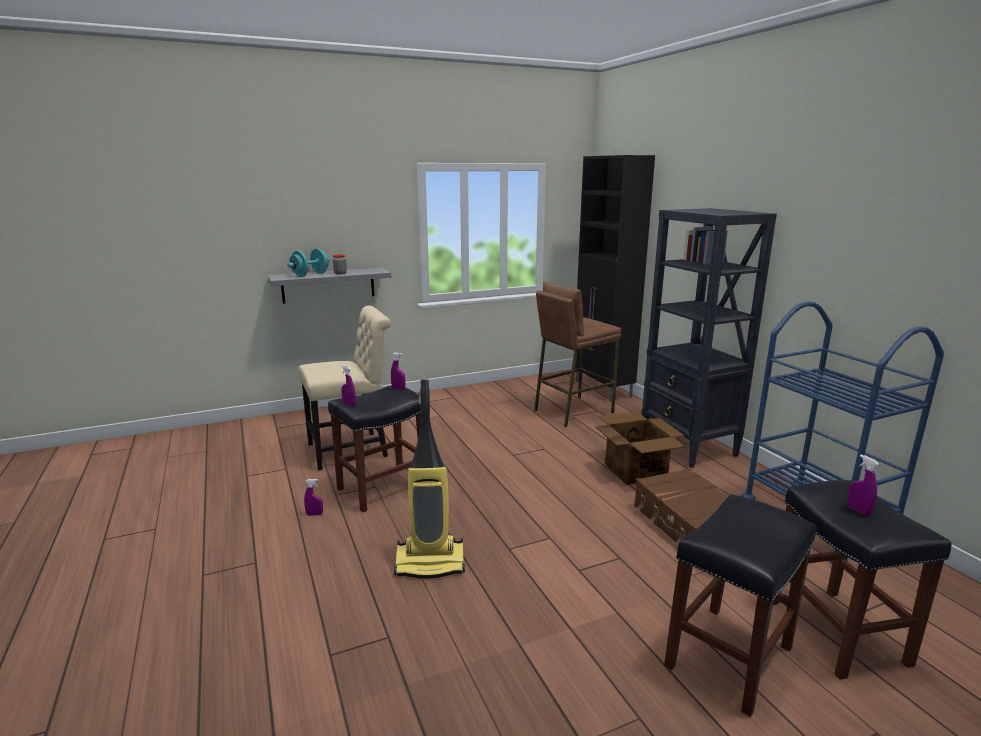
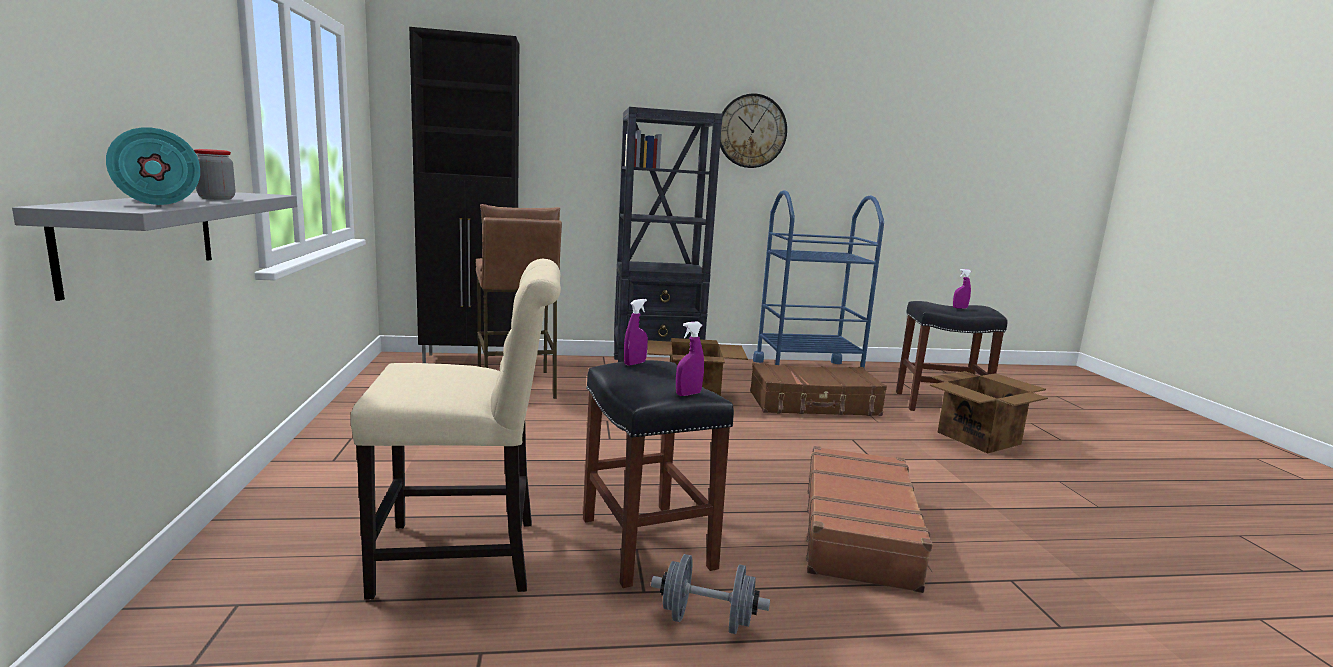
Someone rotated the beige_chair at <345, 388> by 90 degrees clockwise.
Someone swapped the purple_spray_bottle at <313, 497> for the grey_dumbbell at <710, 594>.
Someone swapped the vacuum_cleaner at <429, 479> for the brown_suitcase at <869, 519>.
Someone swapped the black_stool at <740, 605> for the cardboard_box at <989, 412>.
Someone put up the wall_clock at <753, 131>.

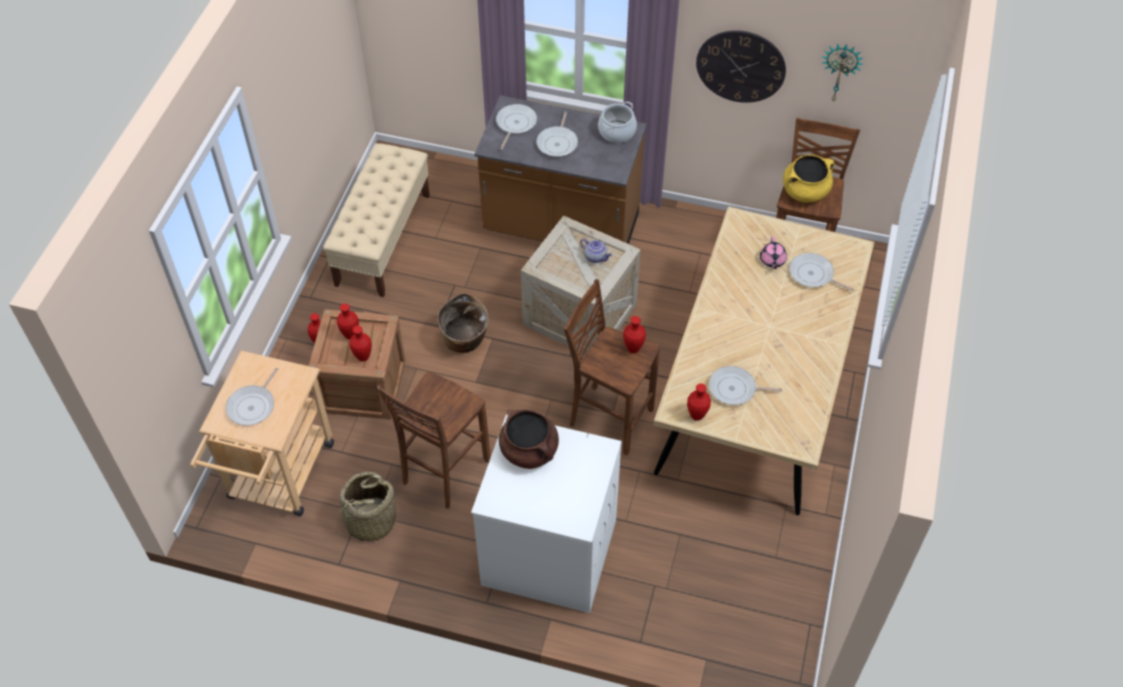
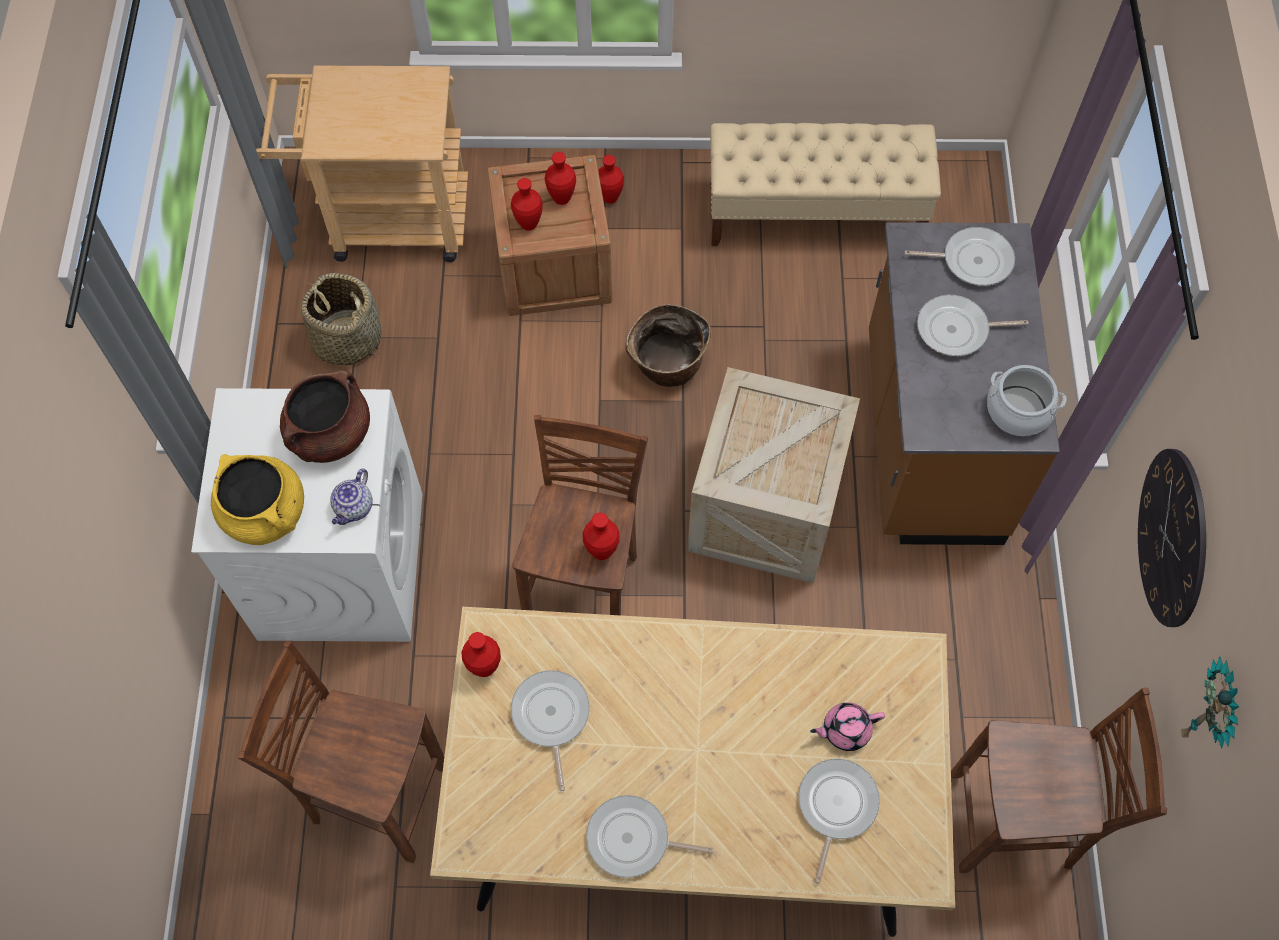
Someone carried the frying_pan from <252, 397> to <649, 836>.
Someone carried the brown_stool from <433, 440> to <340, 751>.
Someone carried the teapot from <596, 250> to <351, 497>.
Someone carried the yellow_cooking_pot from <808, 178> to <257, 499>.

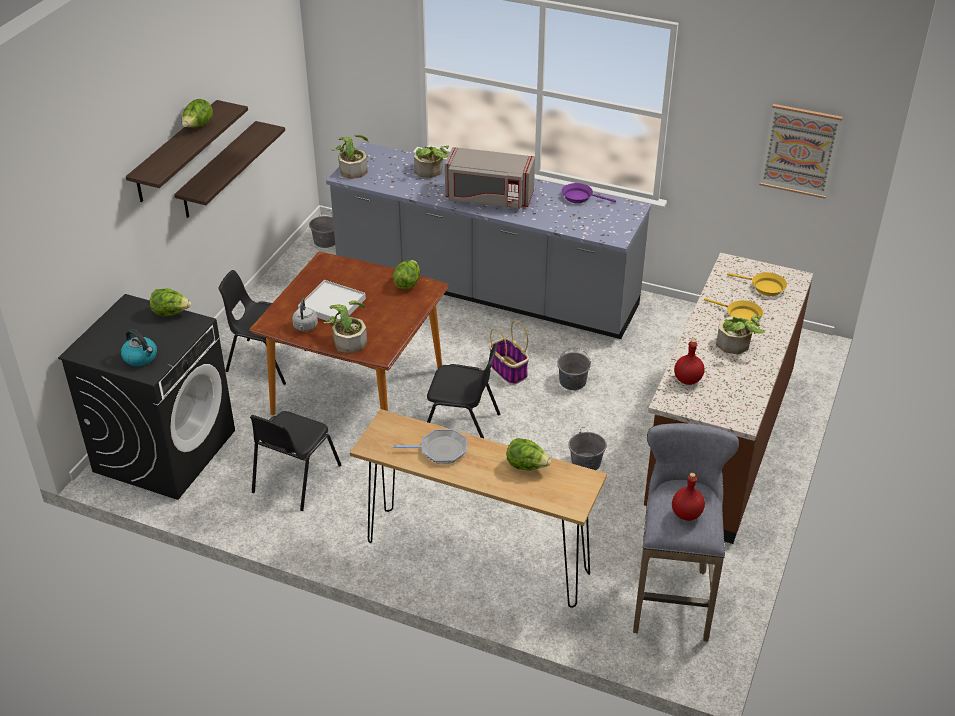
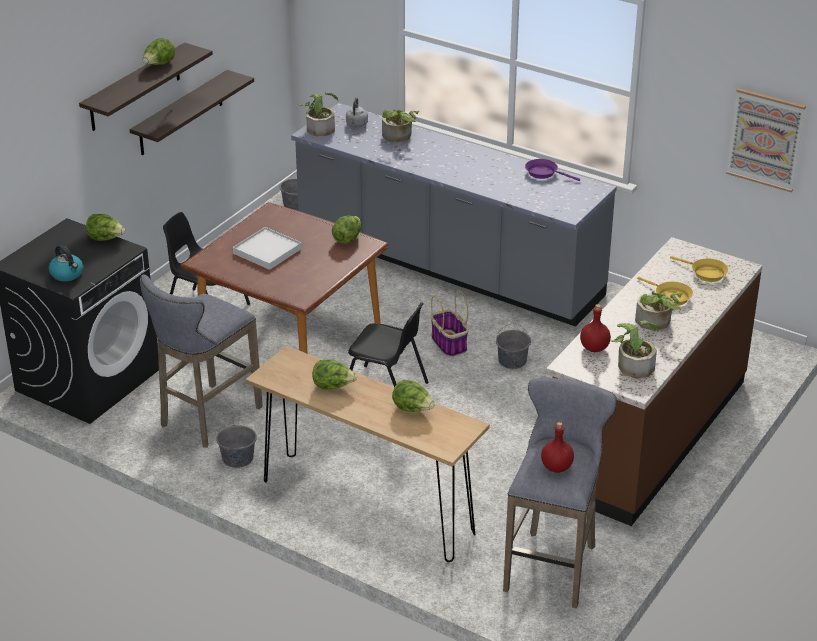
Someone swapped the black_chair at <295, 461> for the grey_stool at <201, 361>.
Someone carried the grey_kettle from <305, 314> to <357, 112>.
Someone carried the potted_plant from <345, 327> to <634, 349>.
Someone swapped the frying_pan at <430, 446> for the lettuce at <334, 375>.
Someone took away the grey_microwave at <490, 178>.
Someone carried the grey_bucket from <587, 448> to <236, 443>.

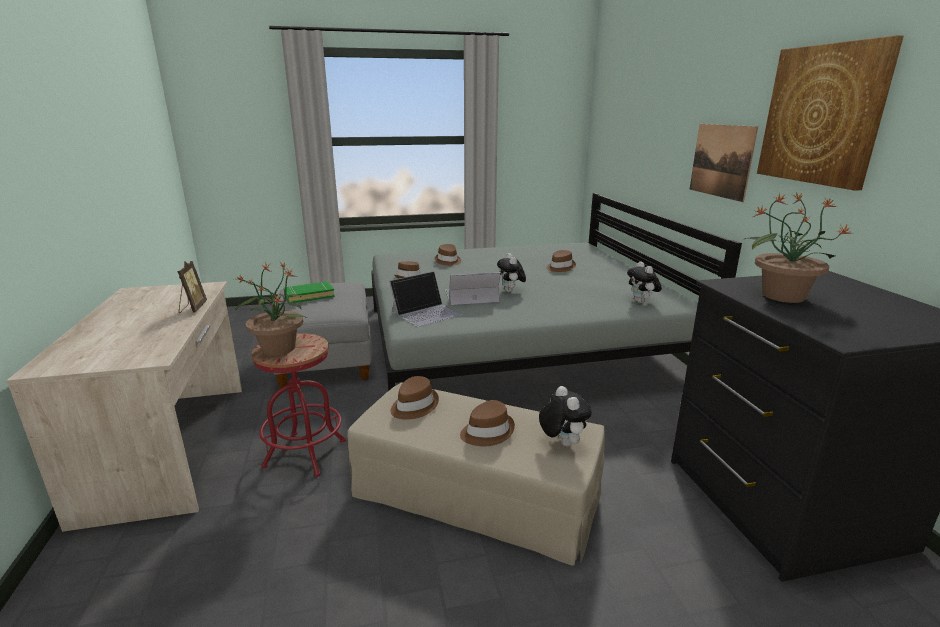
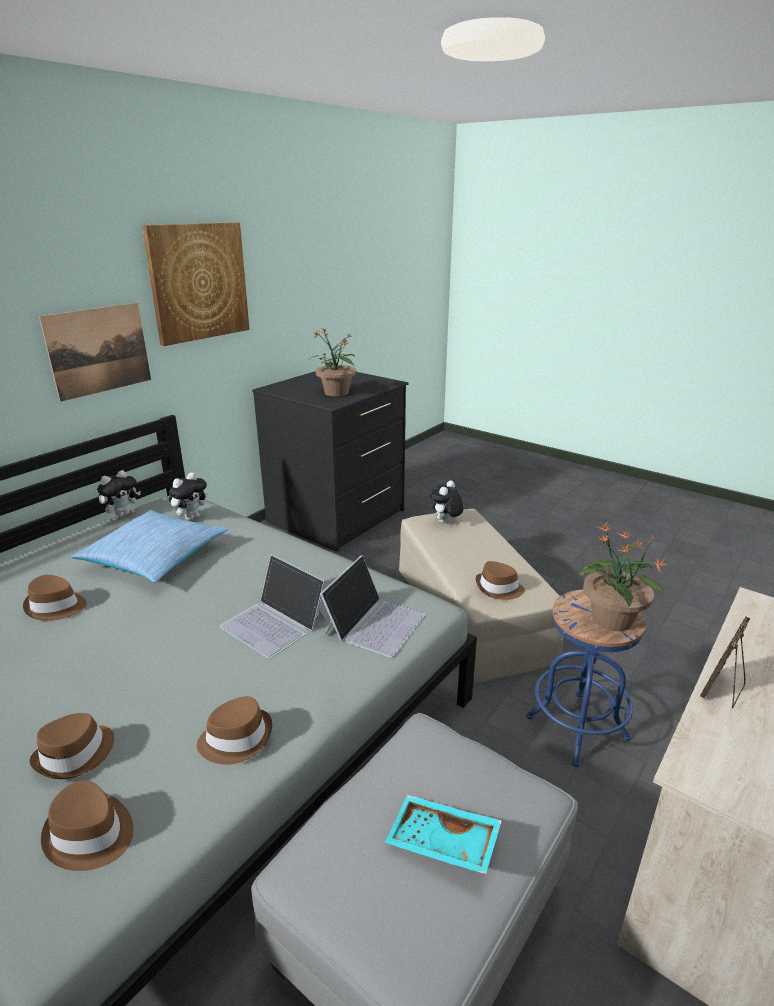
Someone repainted the red_stool at <299, 405>, which became the blue_stool at <586, 678>.
Someone swapped the green_book at <309, 292> for the turquoise_tray at <443, 834>.
Someone rotated the laptop at <425, 299> by 105 degrees clockwise.
Someone carried the brown_hat from <487, 423> to <87, 825>.
Someone carried the plush_toy from <511, 272> to <119, 493>.
Someone put down the pillow at <150, 546>.

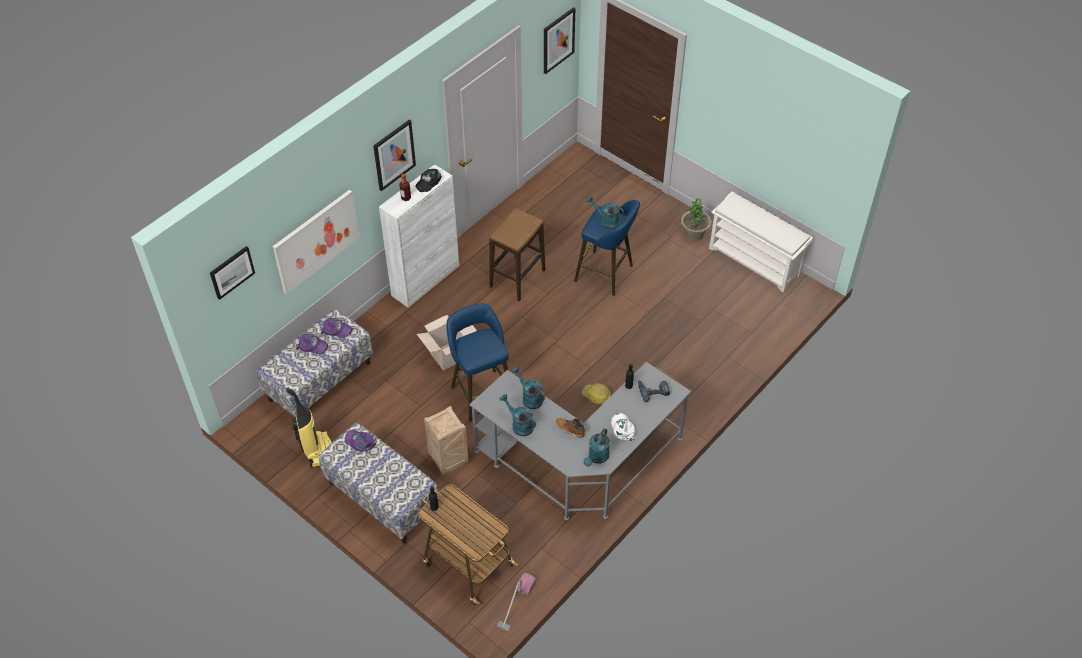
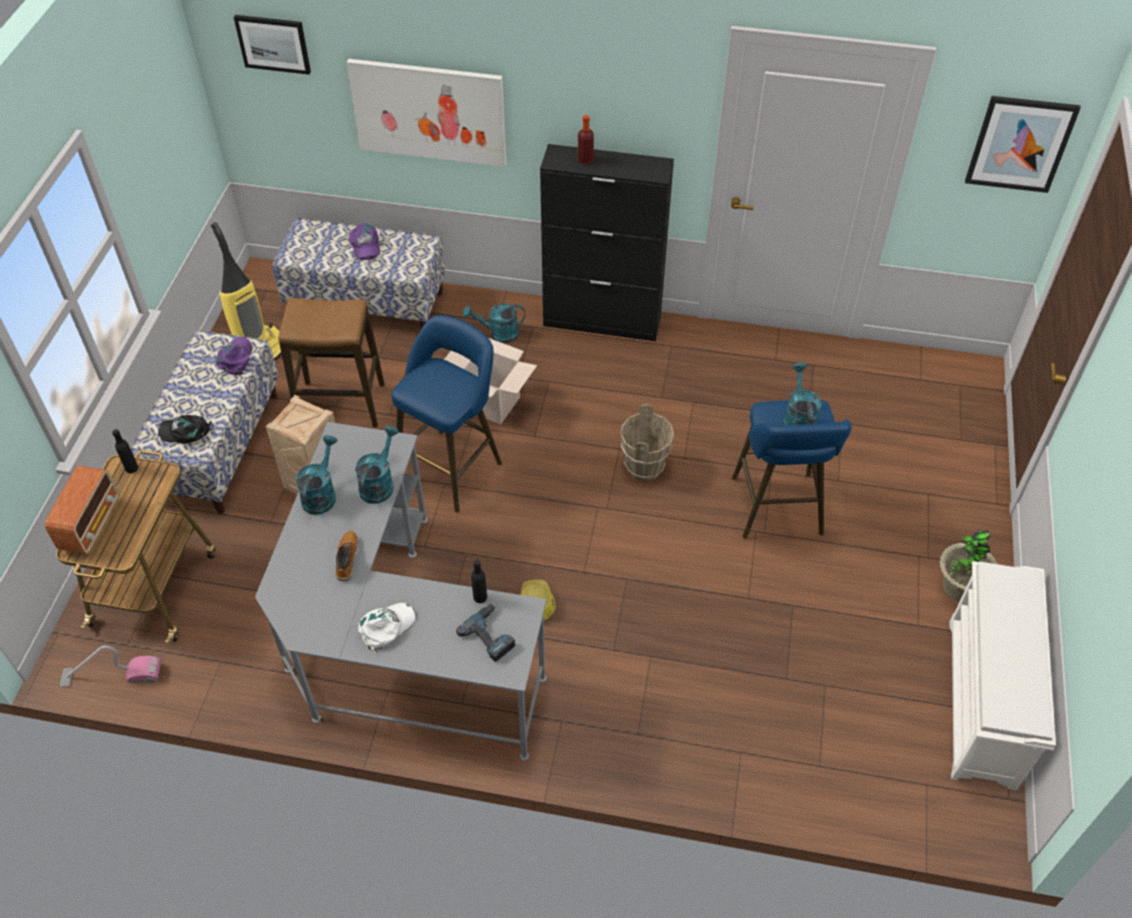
Someone took away the purple_cap at <337, 328>.
Someone took away the picture at <394, 155>.
Someone repainted the white_cabinet at <419, 236>, which became the black_cabinet at <607, 242>.
Someone carried the black_cap from <428, 180> to <184, 429>.
Someone carried the stool from <517, 254> to <331, 362>.
Someone carried the turquoise_watering_can from <596, 447> to <494, 323>.
Someone put down the radio at <81, 510>.
Someone put down the brown_bucket at <647, 442>.

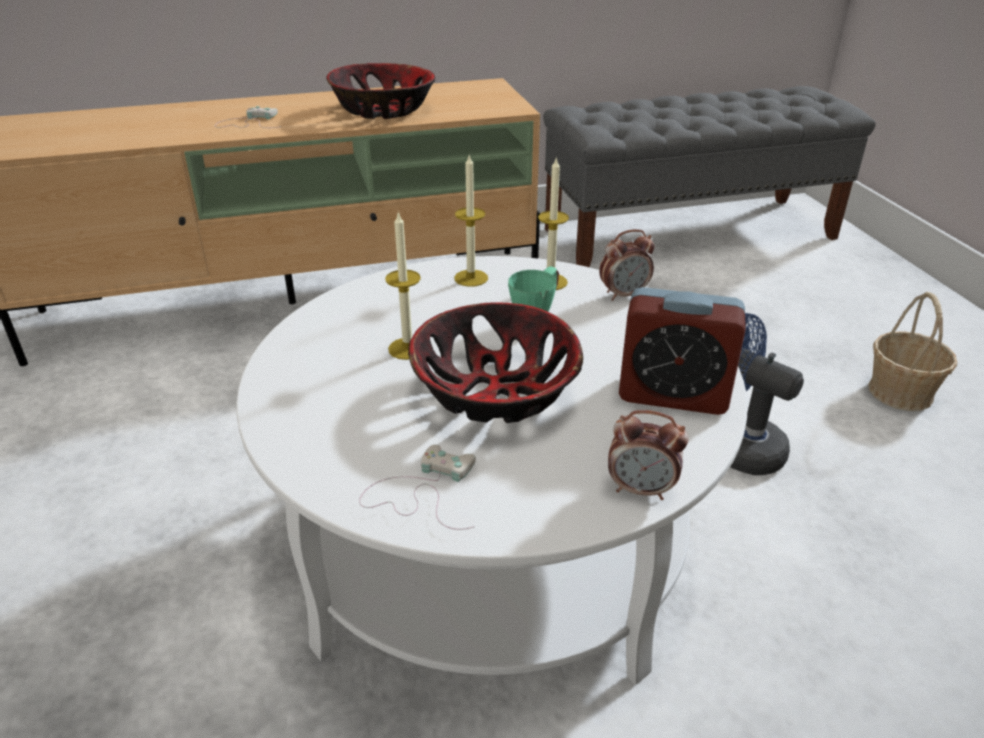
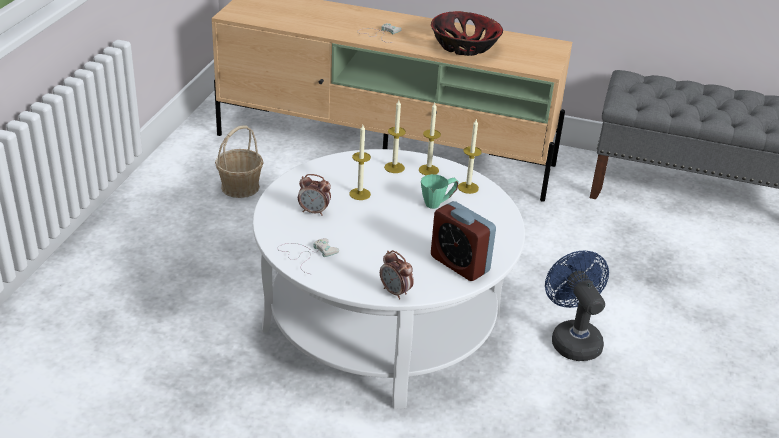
Someone took away the bowl at <495, 362>.
Someone carried the alarm_clock from <627, 265> to <314, 195>.
Someone carried the basket from <913, 351> to <239, 162>.
Someone put down the candle at <395, 136>.

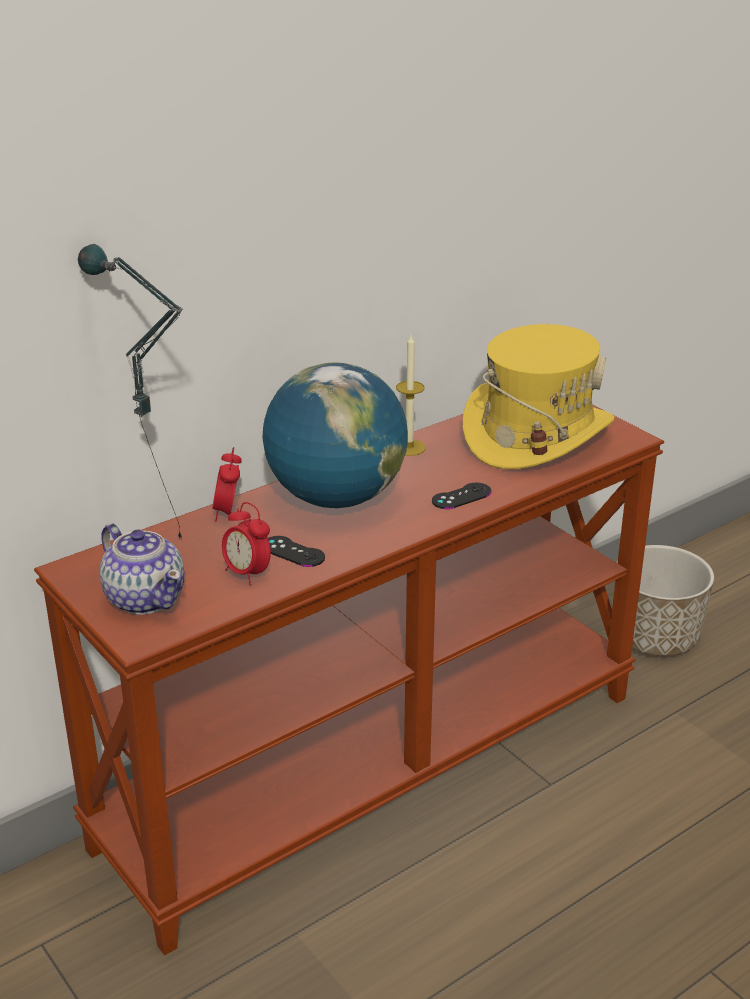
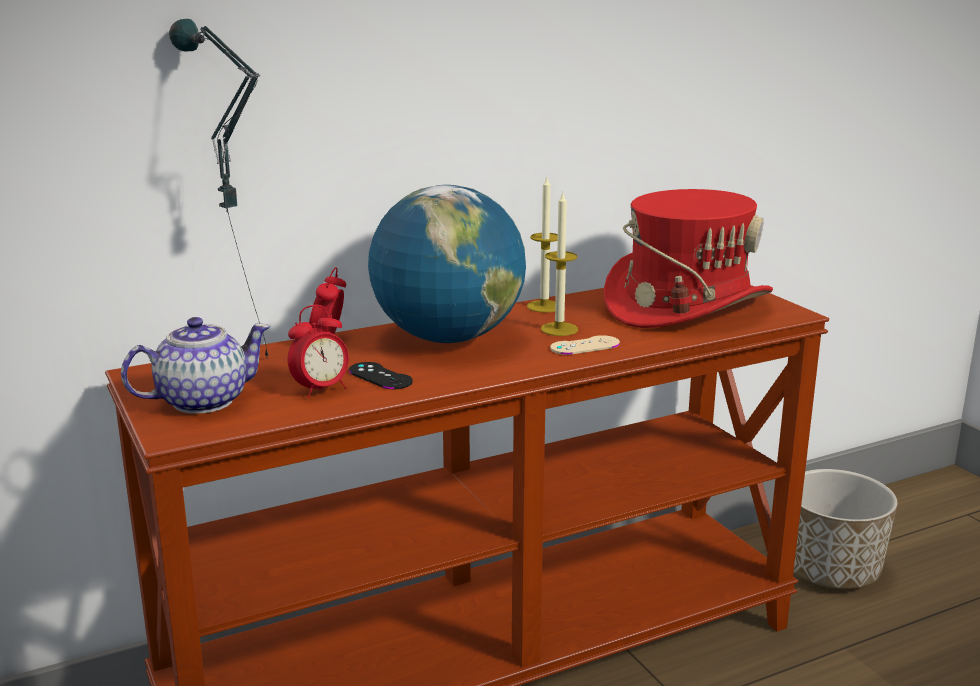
Someone rotated the teapot at <142, 569> by 90 degrees counterclockwise.
Someone rotated the alarm_clock at <246, 543> by 90 degrees counterclockwise.
Someone repainted the black_game_controller at <461, 496>, which became the beige_game_controller at <585, 345>.
Someone repainted the yellow_hat at <539, 396>, which became the red_hat at <688, 258>.
Someone put down the candle at <559, 264>.

